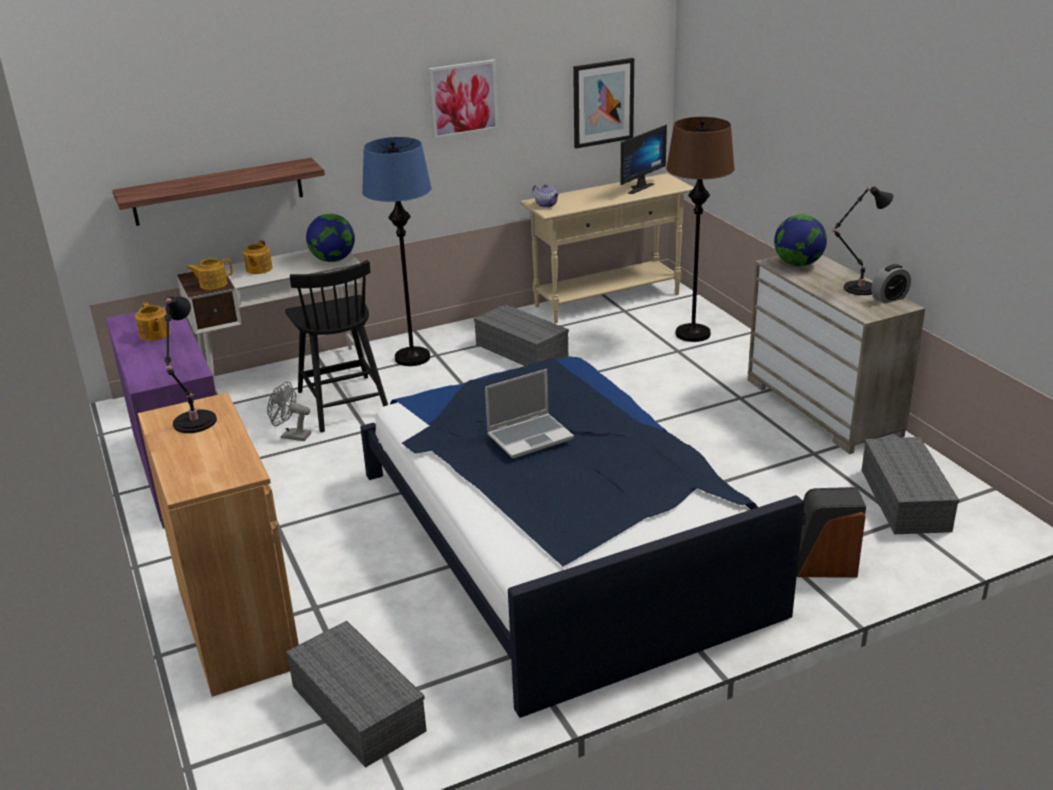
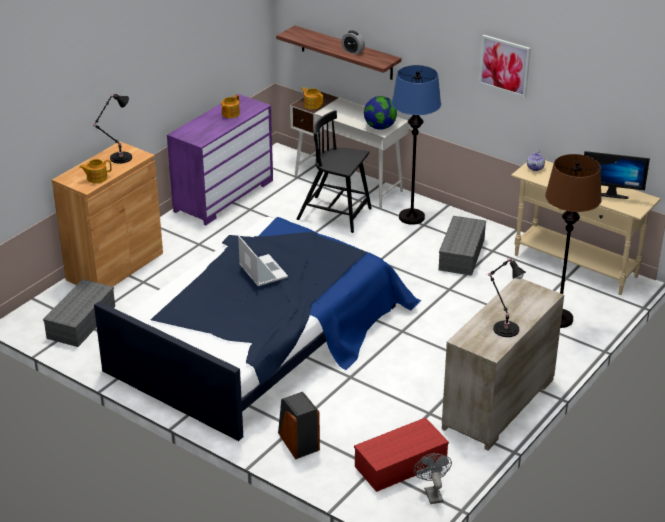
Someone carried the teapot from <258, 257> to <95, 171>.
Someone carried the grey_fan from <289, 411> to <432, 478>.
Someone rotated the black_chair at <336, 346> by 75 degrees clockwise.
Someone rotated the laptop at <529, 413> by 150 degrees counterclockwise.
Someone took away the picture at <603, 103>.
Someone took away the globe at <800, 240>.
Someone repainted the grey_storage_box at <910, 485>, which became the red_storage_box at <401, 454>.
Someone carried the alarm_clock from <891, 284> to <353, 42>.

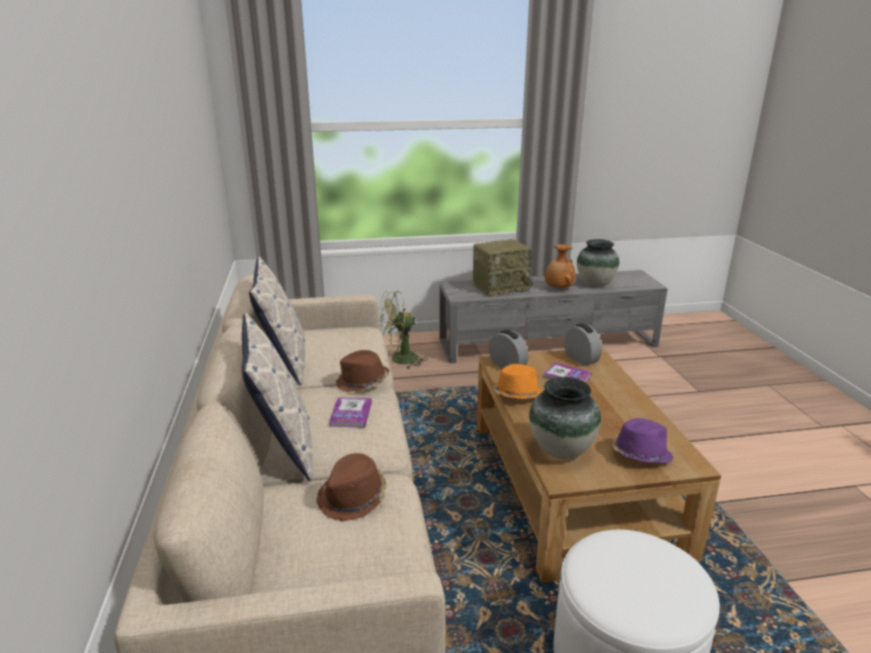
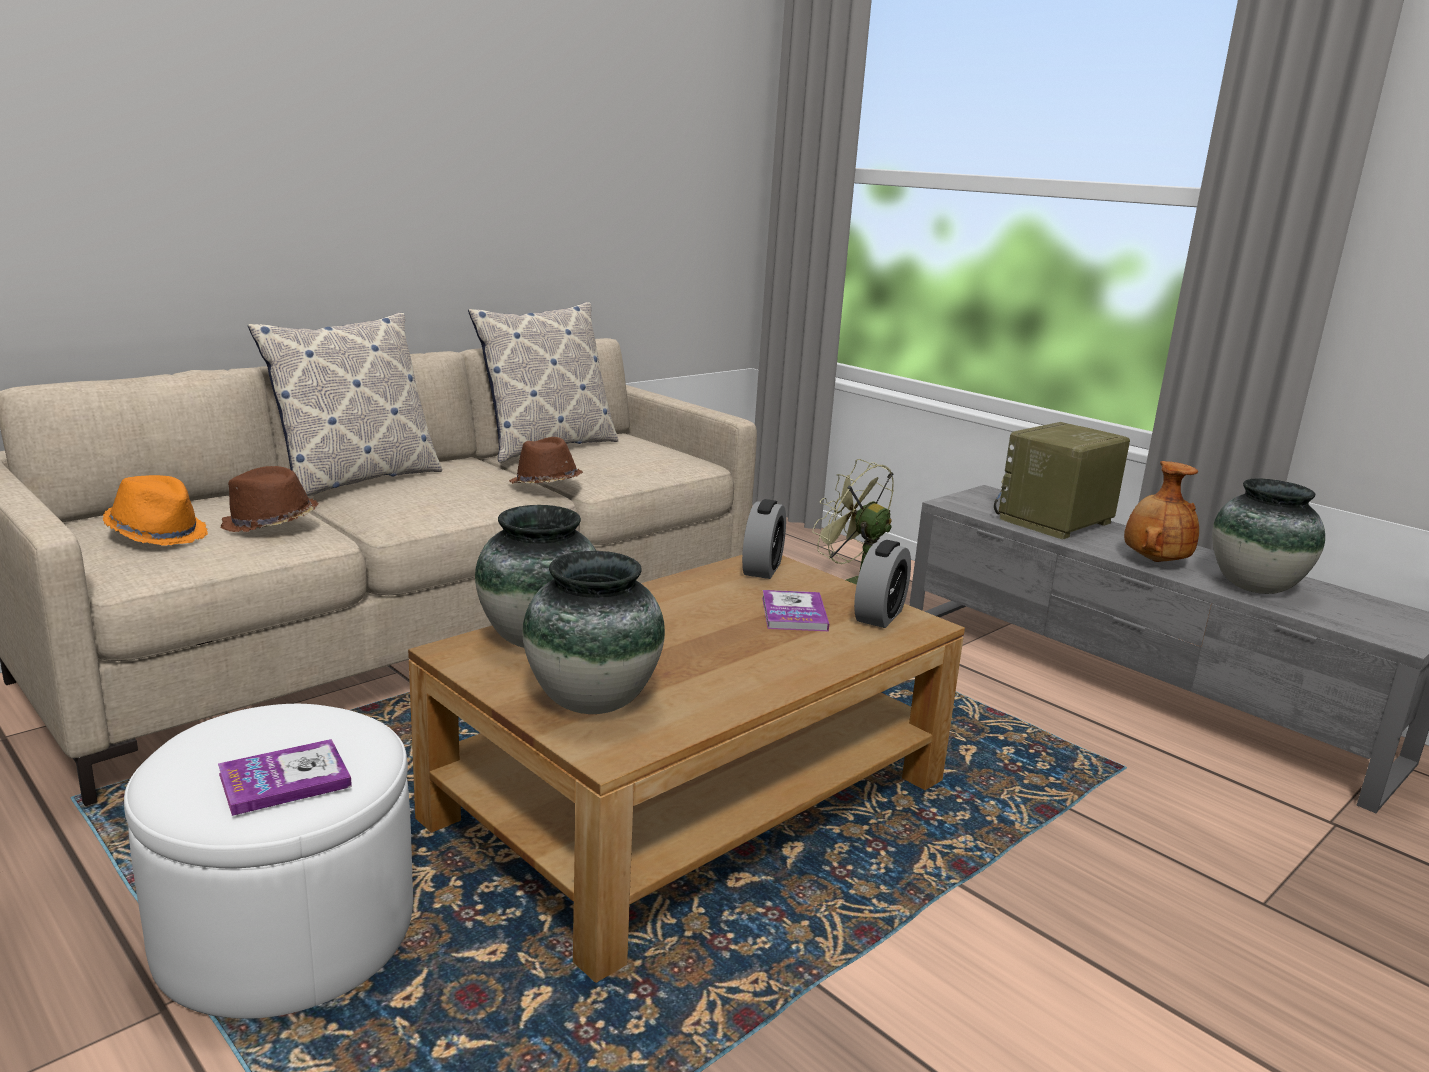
Someone carried the book from <350, 413> to <285, 777>.
Someone rotated the radio at <502, 268> by 105 degrees clockwise.
Someone carried the orange_hat from <517, 381> to <155, 510>.
Someone swapped the purple_hat at <642, 440> for the vase at <593, 632>.

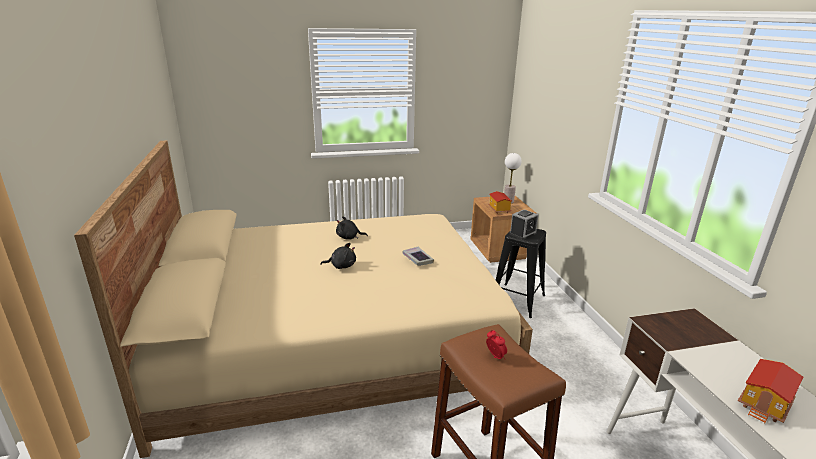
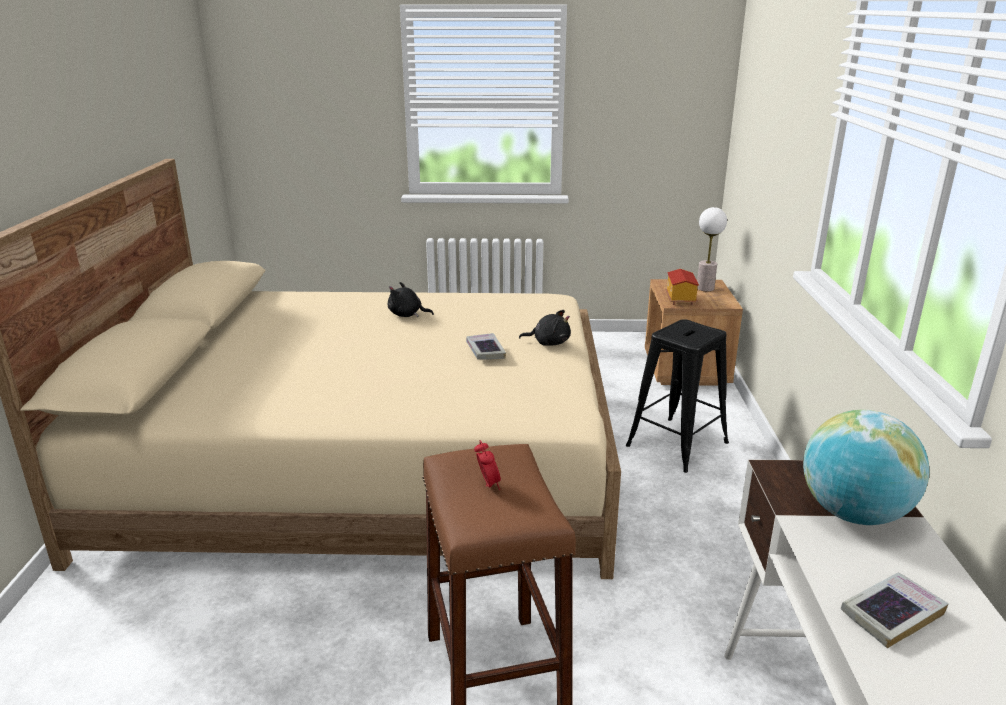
Someone carried the black_plush_toy from <338, 256> to <545, 327>.
Someone took away the alarm_clock at <524, 224>.
Someone swapped the toy_house at <770, 391> for the book at <894, 610>.
Someone put down the globe at <866, 467>.

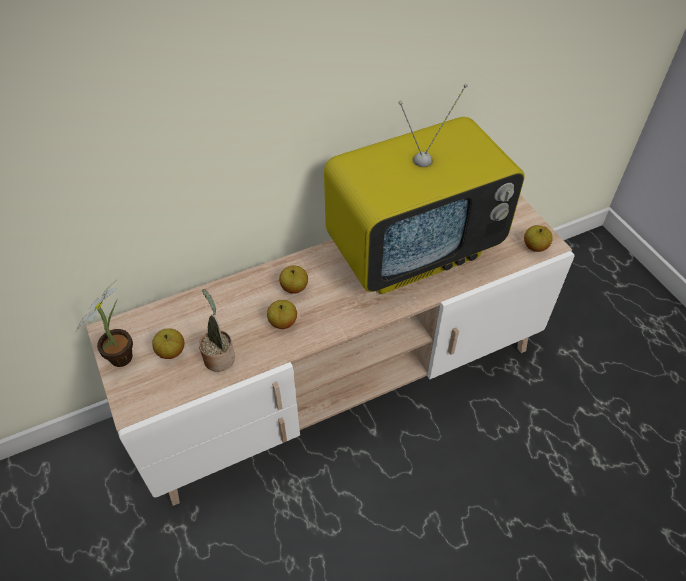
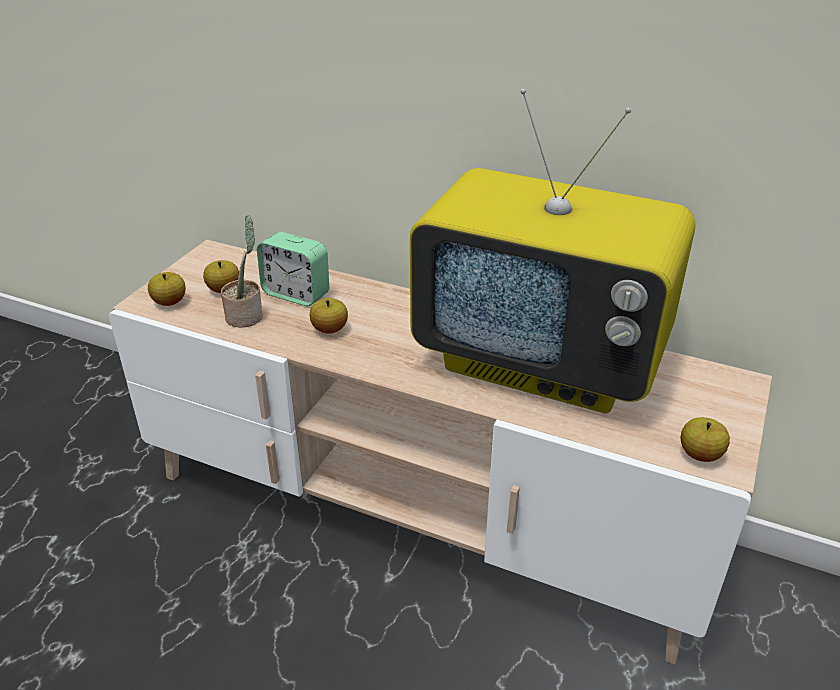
Someone took away the potted_plant at <104, 324>.
Someone carried the apple from <293, 280> to <167, 289>.
Someone put down the alarm_clock at <293, 269>.

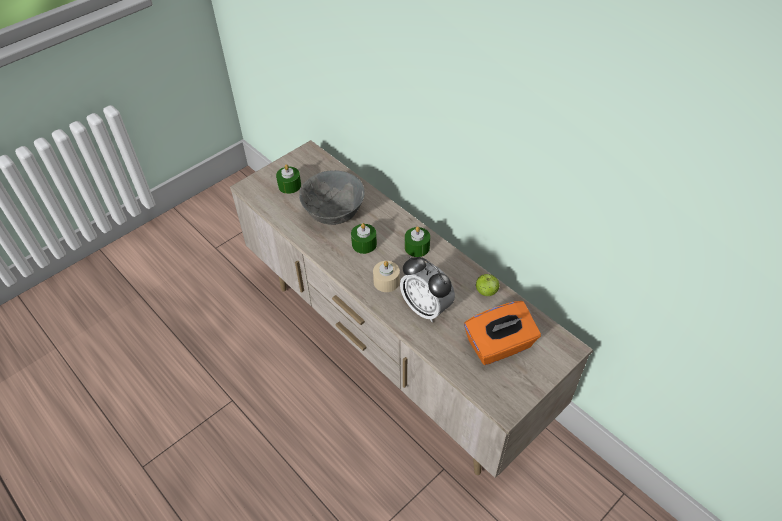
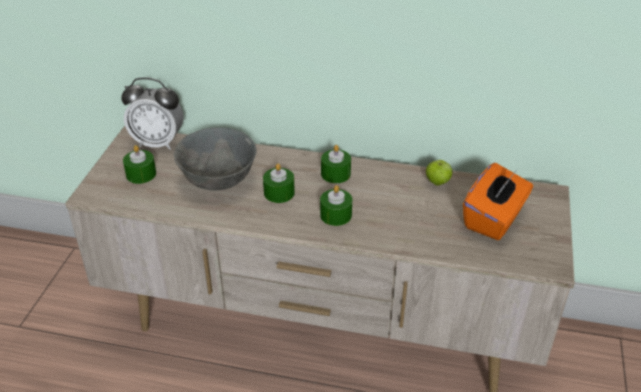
Someone repainted the beige_candle at <386, 276>, which became the green_candle at <336, 205>.
Someone carried the alarm_clock from <427, 289> to <152, 113>.

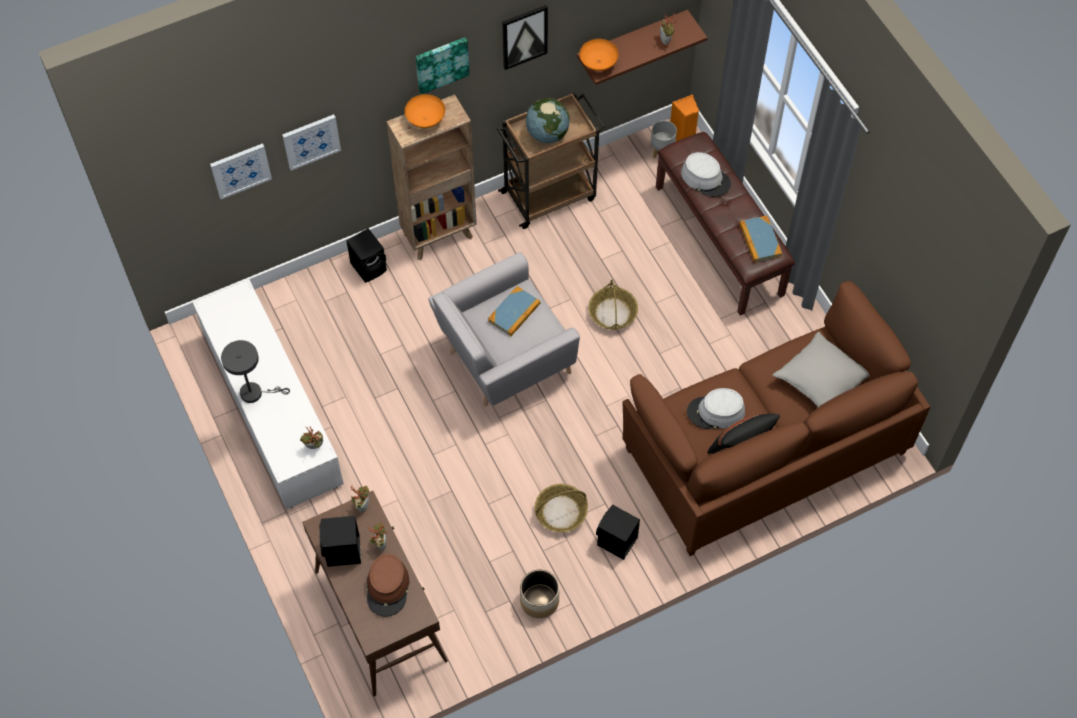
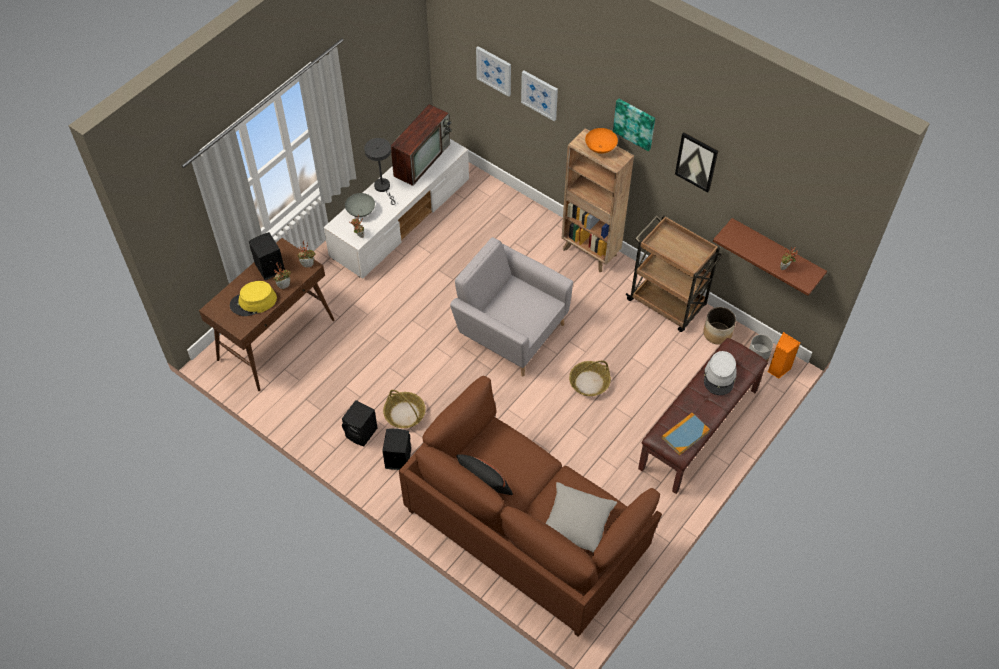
Someone carried the black_speaker from <366, 255> to <360, 423>.
Someone repainted the brown_hat at <388, 585>, which became the yellow_hat at <253, 298>.
Someone took away the book at <514, 311>.
Someone carried the planter from <539, 594> to <719, 326>.
Someone took away the globe at <548, 120>.
Someone took away the orange_bowl at <599, 55>.
Someone took away the grey_hat at <716, 408>.
Someone put down the grey_bowl at <360, 205>.
Someone put down the television at <421, 145>.

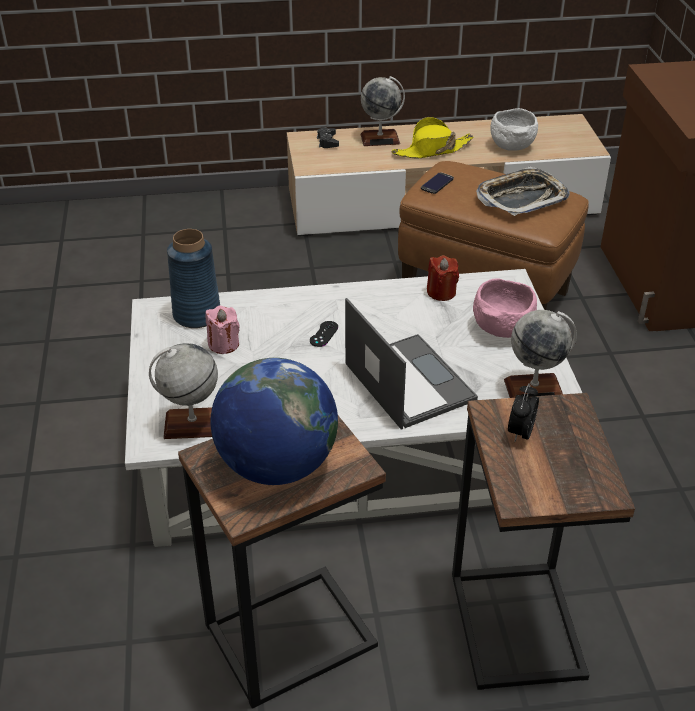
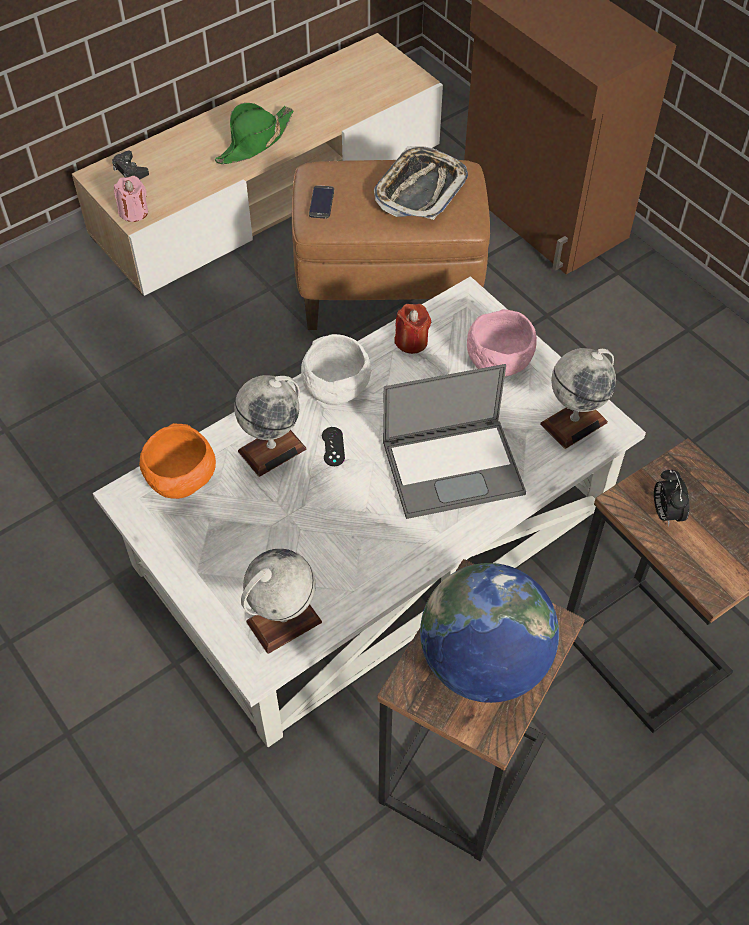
Someone swapped the blue_vase at <193, 278> for the orange_bowl at <177, 461>.
Someone carried the pink_candle from <222, 330> to <131, 199>.
Someone rotated the laptop at <411, 364> by 135 degrees clockwise.
Someone carried the globe from <382, 111> to <270, 426>.
Someone repainted the yellow_hat at <432, 137>, which became the green_hat at <254, 133>.
Someone carried the white_bowl from <514, 129> to <336, 369>.

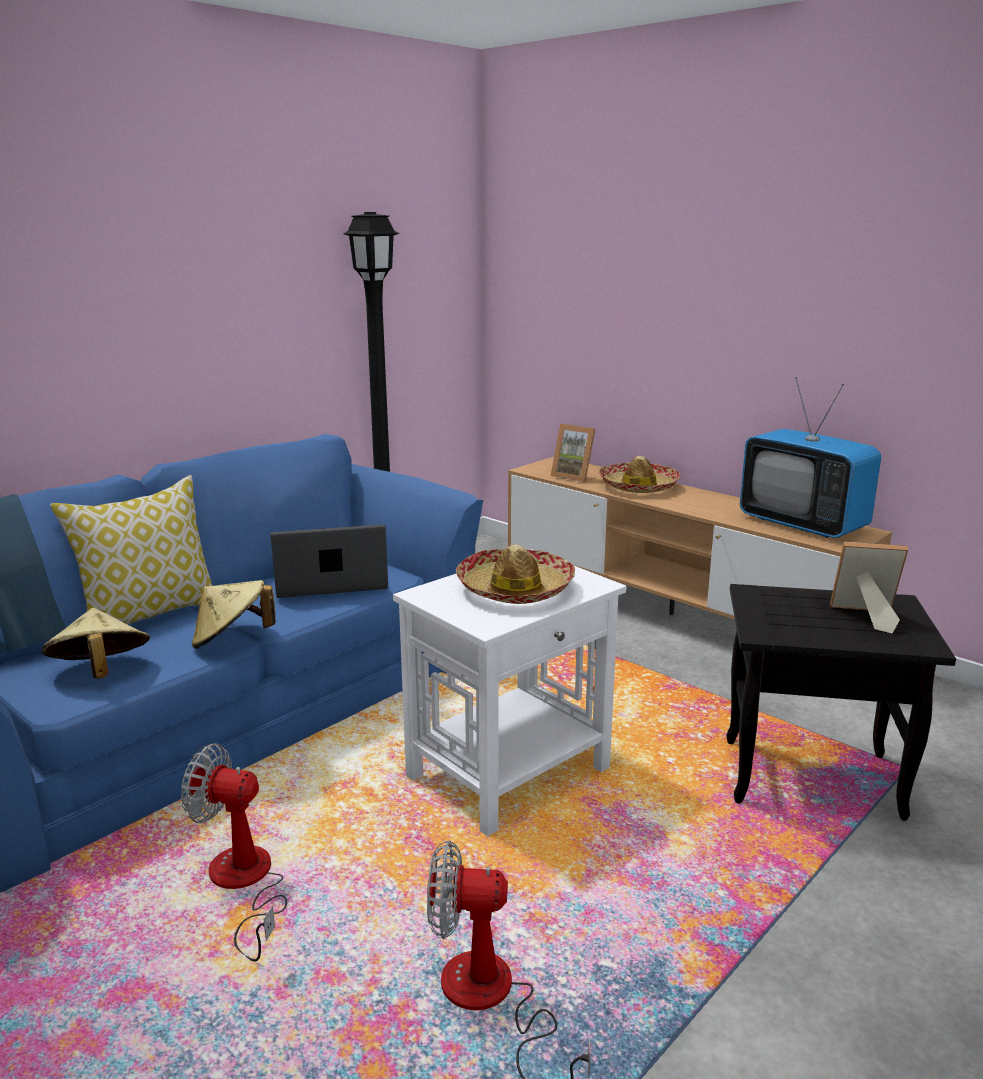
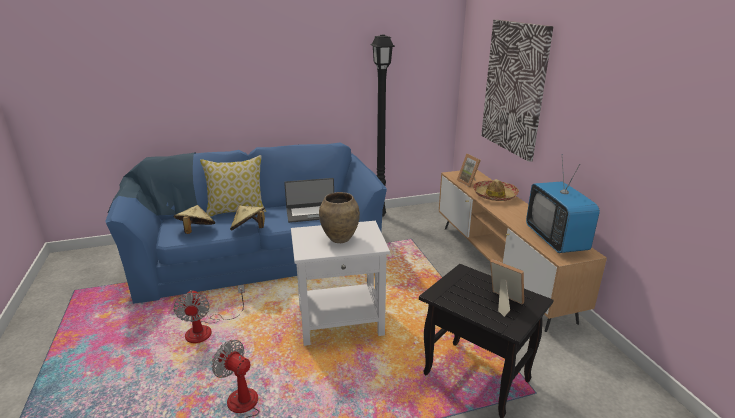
Someone rotated the fan at <234, 852> by 150 degrees counterclockwise.
Someone rotated the laptop at <329, 561> by 150 degrees clockwise.
Someone swapped the hat at <515, 574> for the brown_vase at <339, 217>.
Someone put up the picture at <517, 91>.

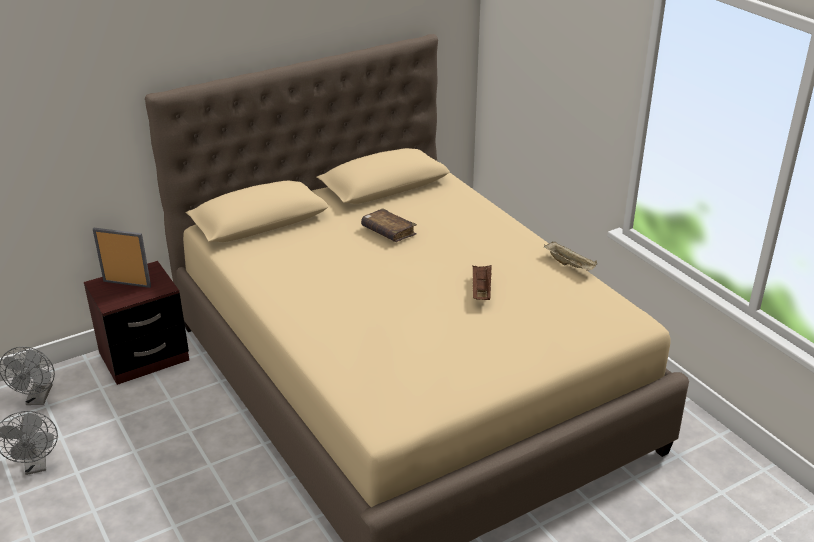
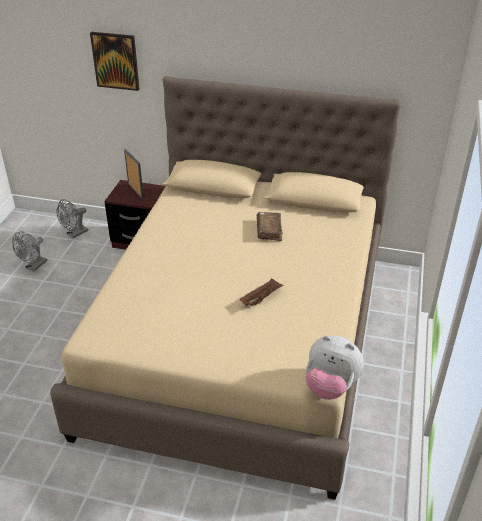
Someone took away the beige_tray at <570, 256>.
Someone put up the picture at <115, 61>.
Someone put down the plush_toy at <335, 368>.

